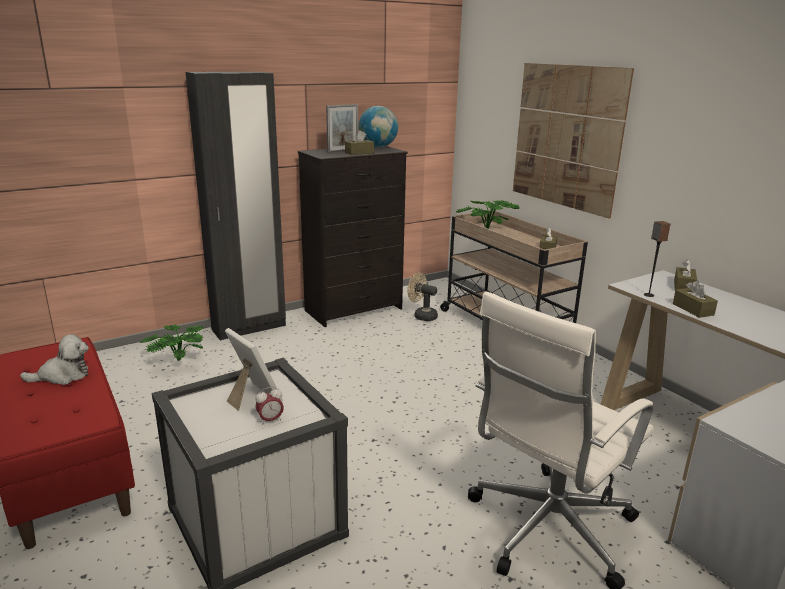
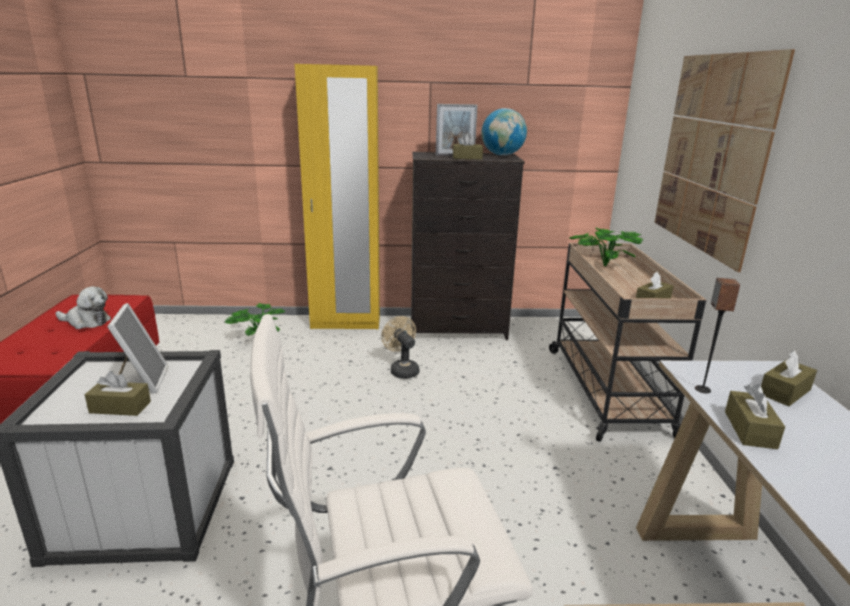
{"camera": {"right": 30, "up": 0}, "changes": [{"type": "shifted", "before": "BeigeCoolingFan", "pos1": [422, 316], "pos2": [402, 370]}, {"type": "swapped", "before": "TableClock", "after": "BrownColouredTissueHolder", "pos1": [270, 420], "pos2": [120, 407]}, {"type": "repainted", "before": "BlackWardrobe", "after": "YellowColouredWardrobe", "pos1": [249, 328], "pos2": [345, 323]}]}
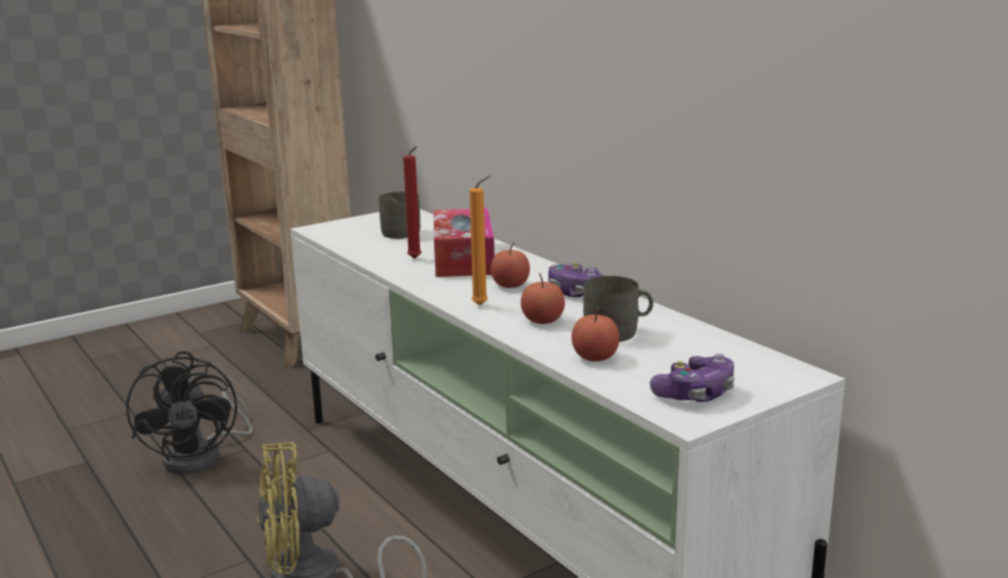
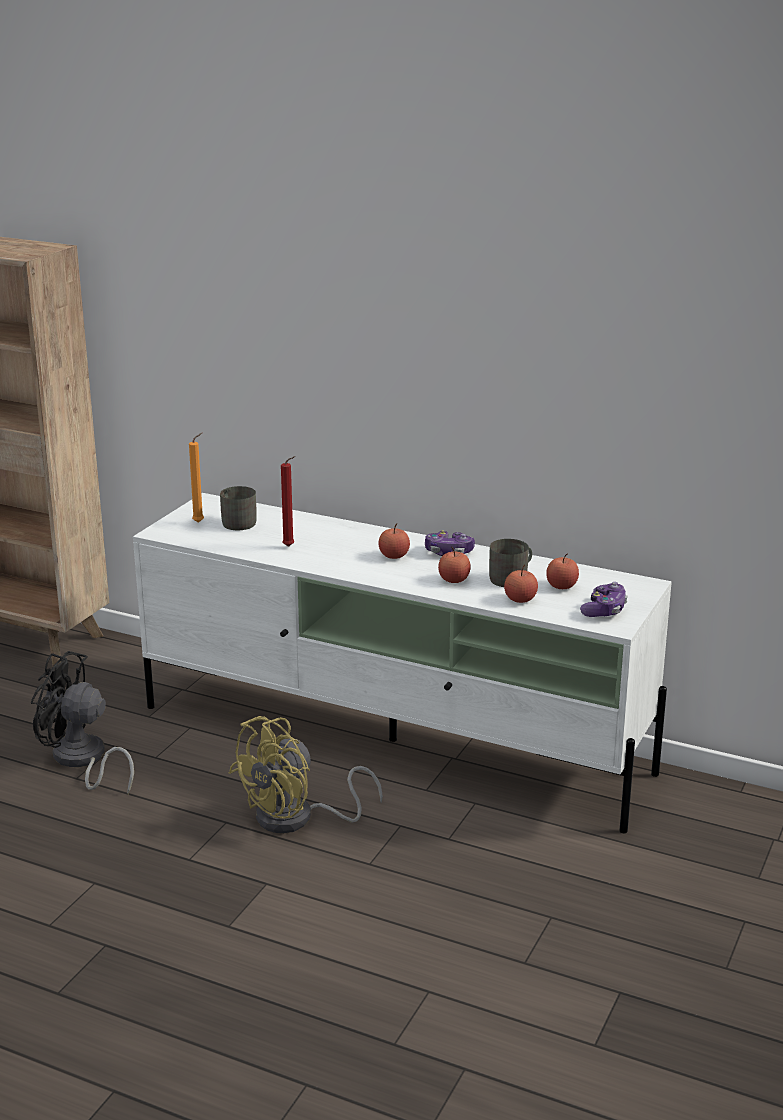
{"camera": {"right": -30, "up": 5}, "changes": [{"type": "gone", "before": "TissueHolder", "pos1": [463, 258]}, {"type": "new", "after": "AppleFruit", "pos2": [561, 586]}, {"type": "shifted", "before": "OrangeColouredWaxLight", "pos1": [482, 305], "pos2": [200, 522]}, {"type": "rotated", "before": "BlackCoolingFan", "pos1": [203, 456], "pos2": [81, 761], "turn": 150}]}
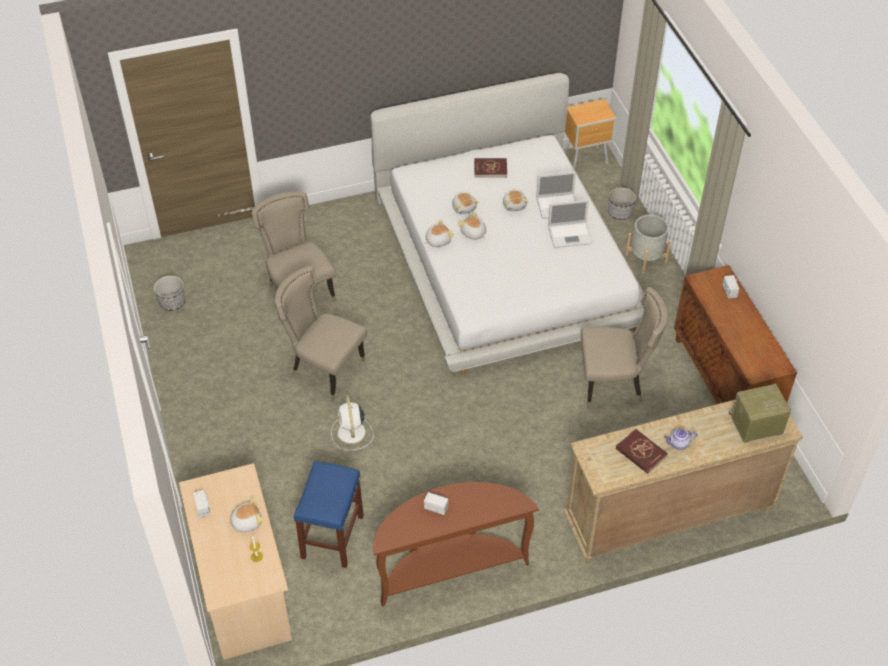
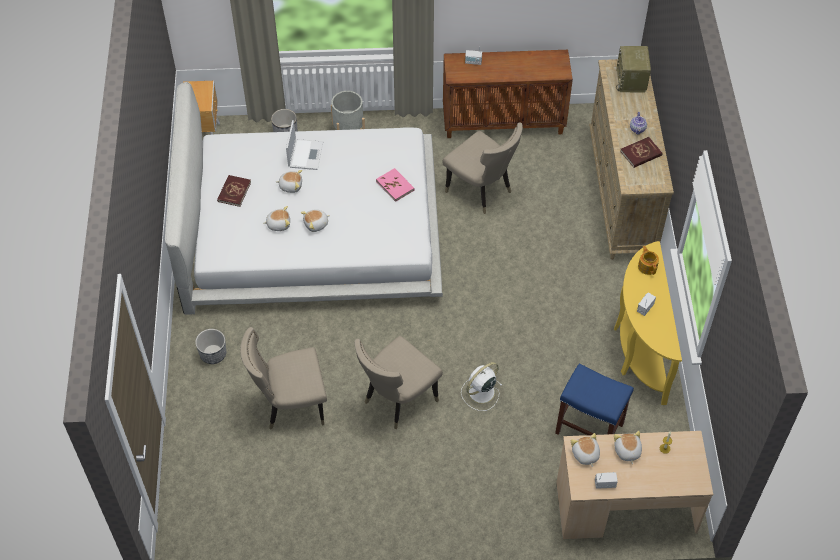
{"camera": {"right": -75, "up": 5}, "changes": [{"type": "gone", "before": "Laptop", "pos1": [571, 234]}, {"type": "new", "after": "PinkColouredVolume", "pos2": [395, 186]}, {"type": "new", "after": "PotForTea", "pos2": [647, 266]}, {"type": "shifted", "before": "PlantPot", "pos1": [172, 303], "pos2": [213, 354]}, {"type": "shifted", "before": "SoftToy", "pos1": [437, 240], "pos2": [585, 454]}, {"type": "repainted", "before": "BrownColouredConsoleTable", "after": "YellowColouredConsoleTable", "pos1": [449, 567], "pos2": [638, 349]}, {"type": "rotated", "before": "WhiteColouredCoolingFan", "pos1": [351, 433], "pos2": [480, 393], "turn": 135}, {"type": "rotated", "before": "BeigePlainChair", "pos1": [614, 384], "pos2": [481, 191], "turn": 120}]}
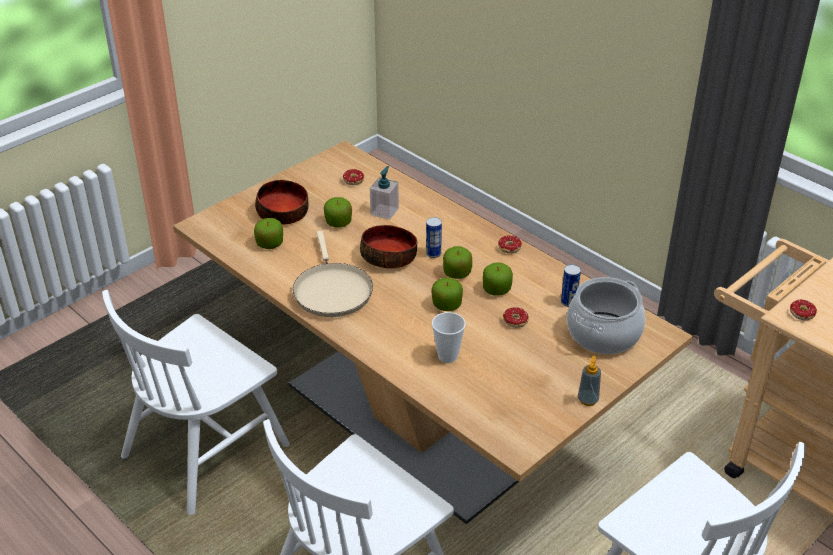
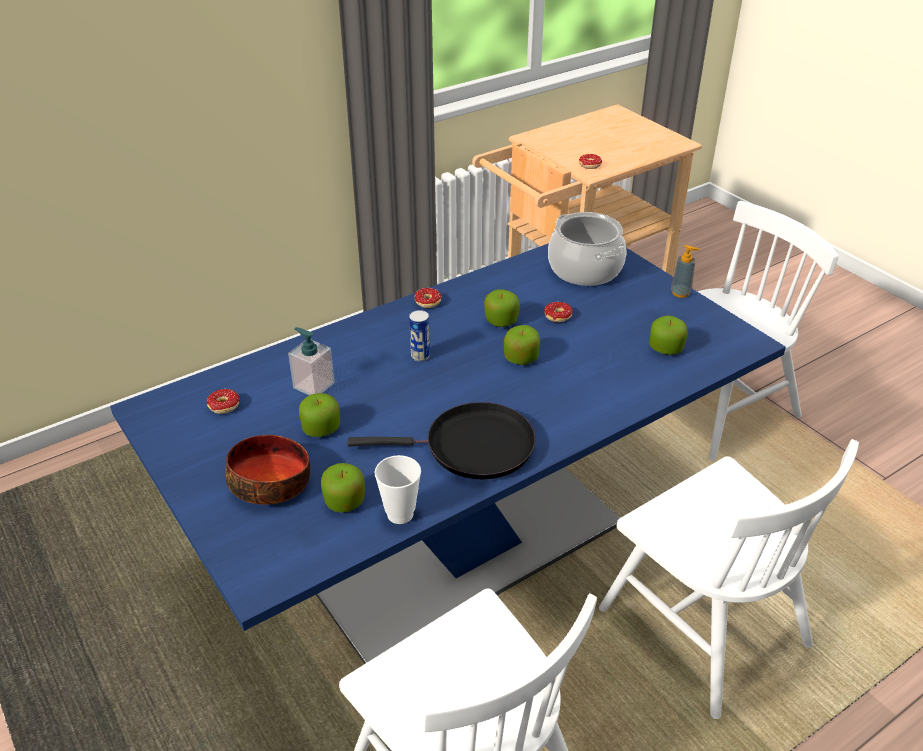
{"camera": {"right": -80, "up": 0}, "changes": [{"type": "gone", "before": "Bowl", "pos1": [389, 257]}, {"type": "gone", "before": "MetalCan", "pos1": [568, 302]}, {"type": "shifted", "before": "DrinkingCup", "pos1": [447, 356], "pos2": [400, 514]}, {"type": "shifted", "before": "AppleFruit", "pos1": [457, 273], "pos2": [666, 348]}, {"type": "repainted", "before": "BeigeDiningTable", "after": "BlueColouredDiningTable", "pos1": [416, 420], "pos2": [461, 545]}, {"type": "repainted", "before": "BeigeSkillet", "after": "BlackSkillet", "pos1": [331, 290], "pos2": [472, 447]}]}
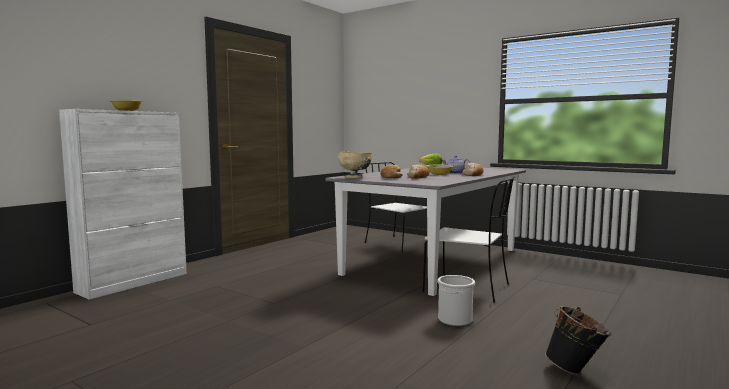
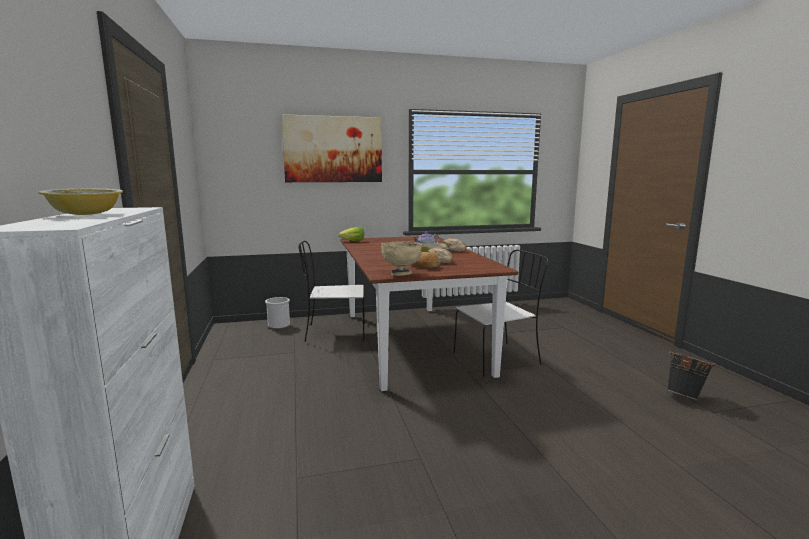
{"camera": {"right": -50, "up": 5}, "changes": [{"type": "new", "after": "WallArt", "pos2": [333, 149]}, {"type": "shifted", "before": "Pail", "pos1": [455, 320], "pos2": [278, 325]}, {"type": "repainted", "before": "GreyDiningTable", "after": "BrownColouredDiningTable", "pos1": [434, 261], "pos2": [412, 341]}]}
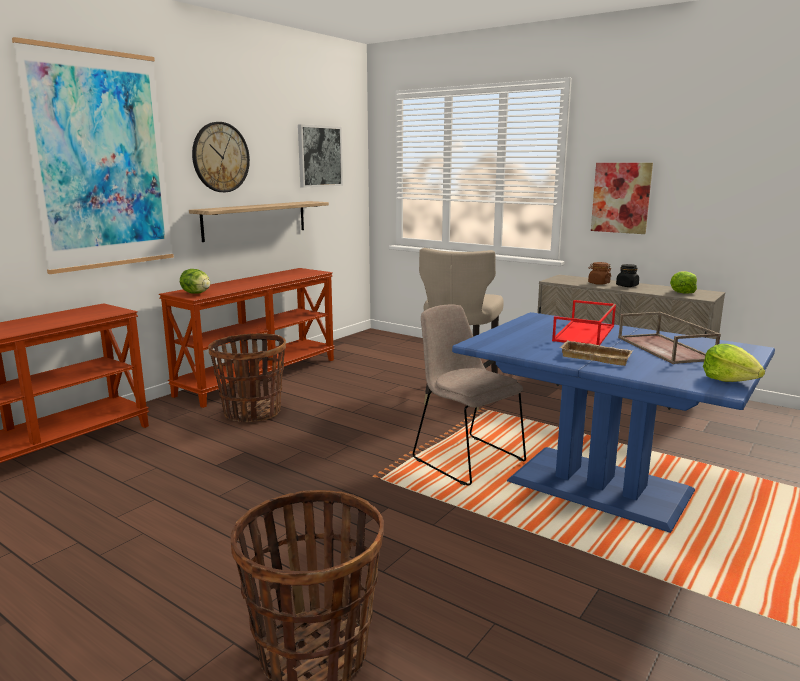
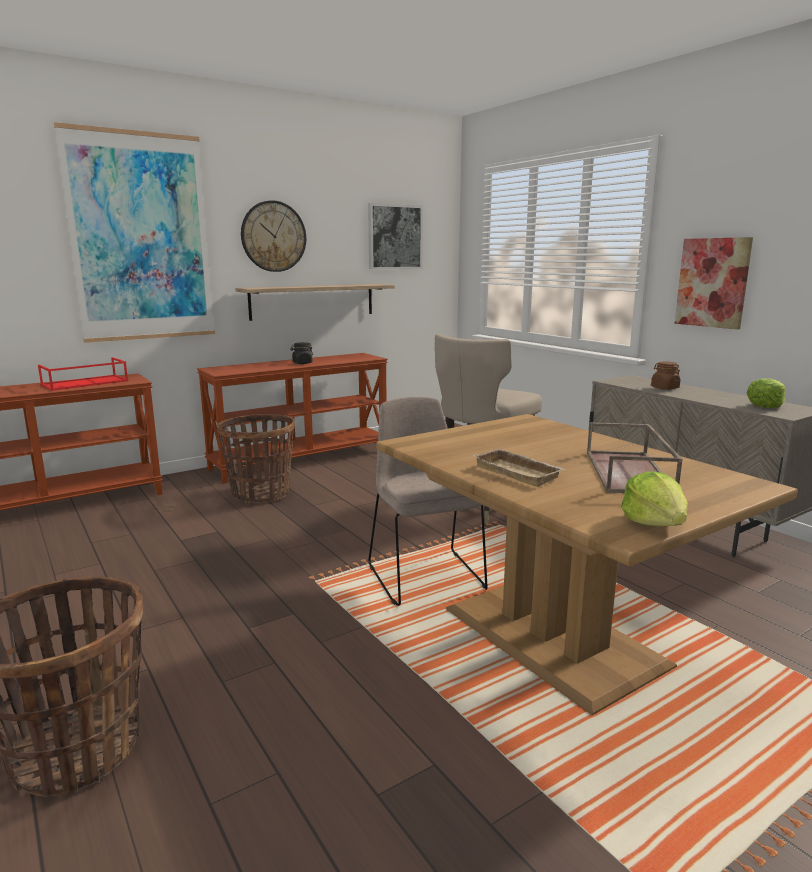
{"camera": {"right": 20, "up": 0}, "changes": [{"type": "gone", "before": "Lettuce", "pos1": [196, 293]}, {"type": "shifted", "before": "ReddishServingTray", "pos1": [585, 333], "pos2": [84, 383]}, {"type": "shifted", "before": "BlackJar", "pos1": [627, 286], "pos2": [302, 363]}, {"type": "repainted", "before": "BlueColouredDiningTable", "after": "BrownColouredDiningTable", "pos1": [599, 487], "pos2": [551, 637]}]}
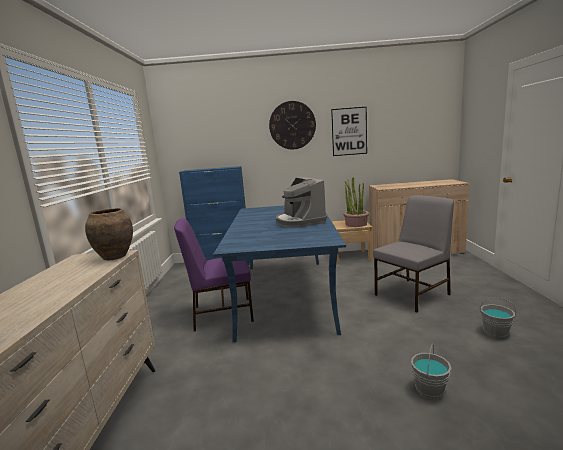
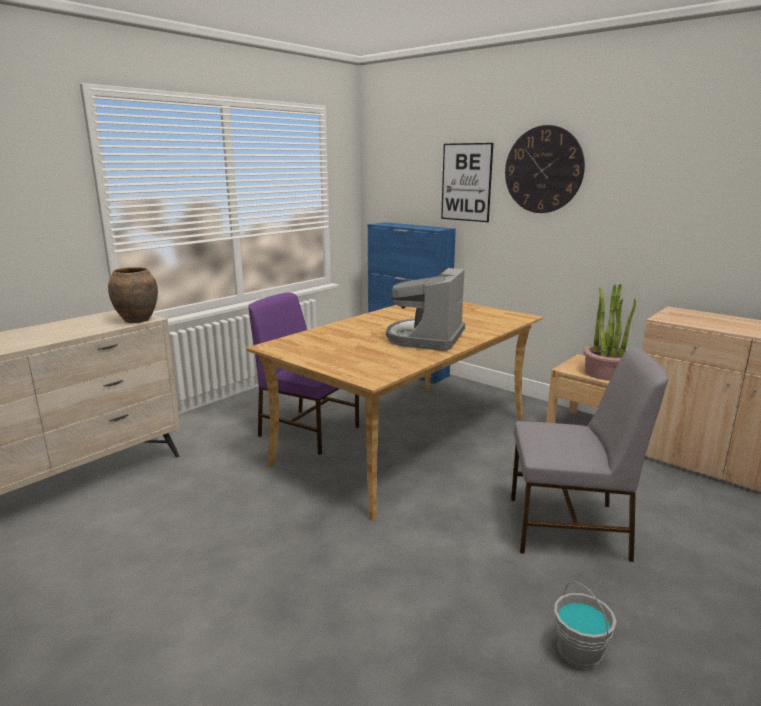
{"camera": {"right": 40, "up": 5}, "changes": [{"type": "gone", "before": "GreyPail", "pos1": [430, 390]}, {"type": "shifted", "before": "WallArt", "pos1": [349, 131], "pos2": [466, 182]}, {"type": "repainted", "before": "BlueColouredDiningTable", "after": "BeigeDiningTable", "pos1": [286, 294], "pos2": [406, 441]}]}
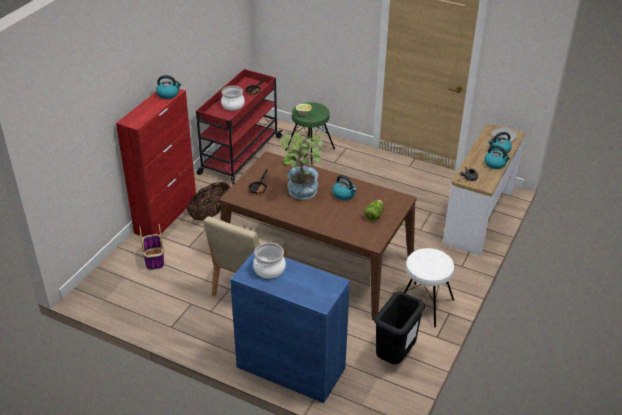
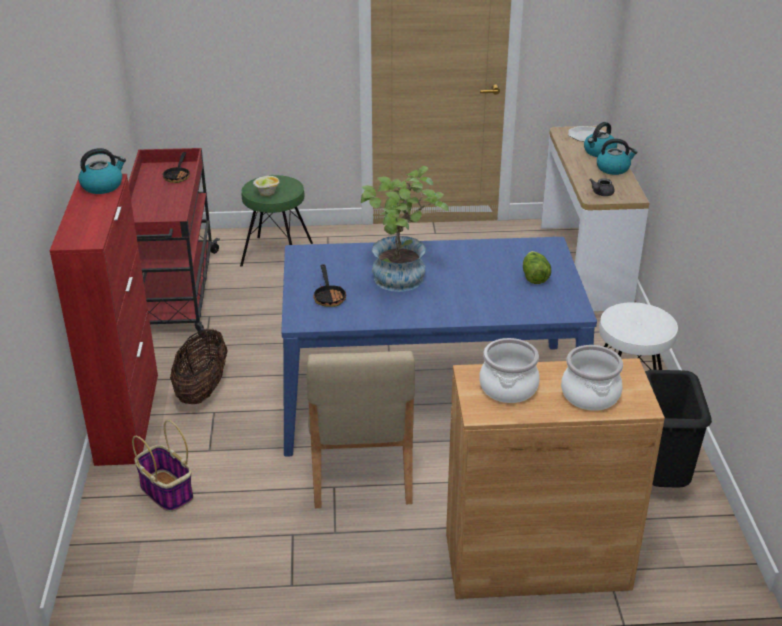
{"camera": {"right": -30, "up": -5}, "changes": [{"type": "gone", "before": "Kettle", "pos1": [344, 194]}, {"type": "shifted", "before": "Saucepot", "pos1": [232, 105], "pos2": [589, 395]}, {"type": "repainted", "before": "BrownColouredDiningTable", "after": "BlueColouredDiningTable", "pos1": [317, 261], "pos2": [429, 396]}, {"type": "repainted", "before": "BlueColouredCupboard", "after": "BrownColouredCupboard", "pos1": [291, 367], "pos2": [536, 561]}]}
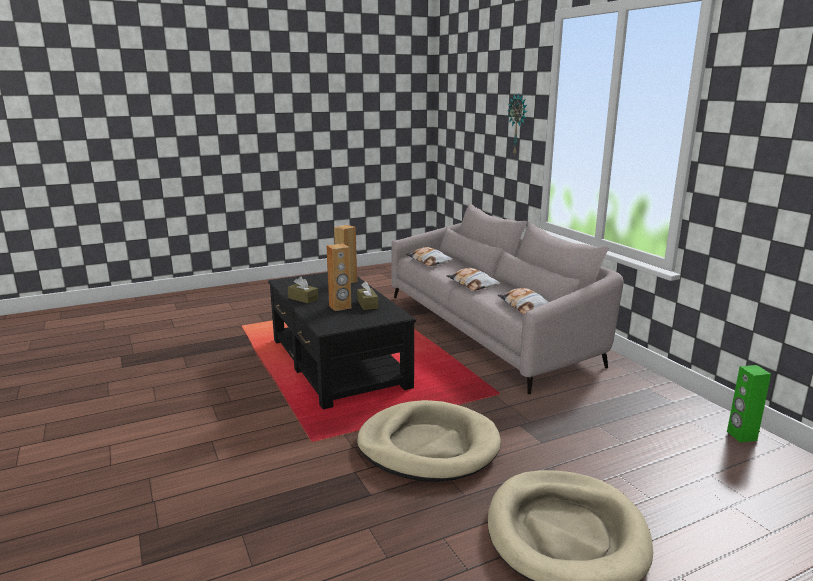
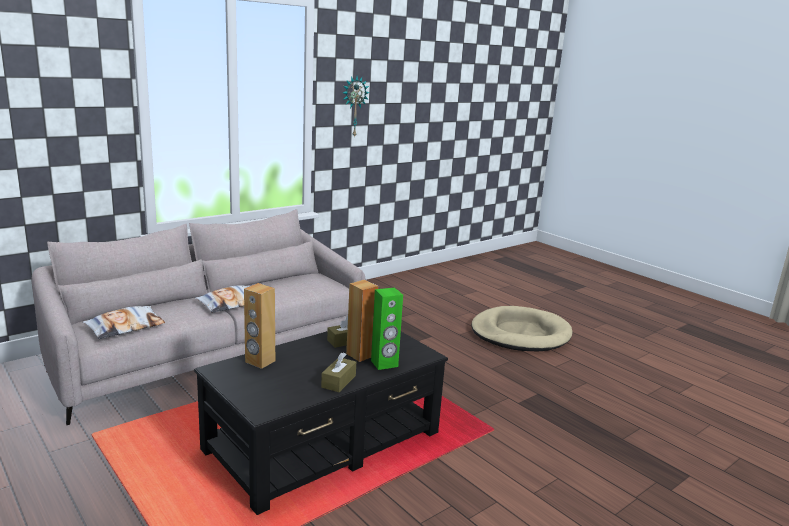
{"camera": {"right": -105, "up": 0}, "changes": [{"type": "gone", "before": "BeigeDogCushion", "pos1": [428, 446]}, {"type": "gone", "before": "Cushion", "pos1": [526, 306]}, {"type": "shifted", "before": "HangingClock", "pos1": [518, 125], "pos2": [354, 106]}, {"type": "shifted", "before": "GreenAudioSpeaker", "pos1": [741, 436], "pos2": [384, 364]}]}
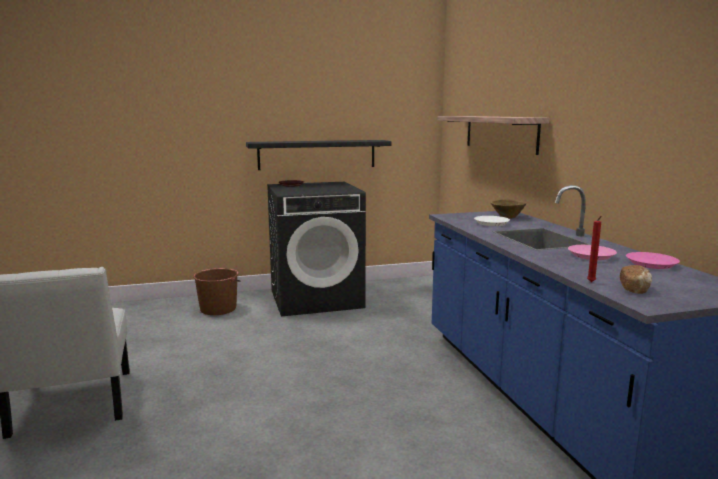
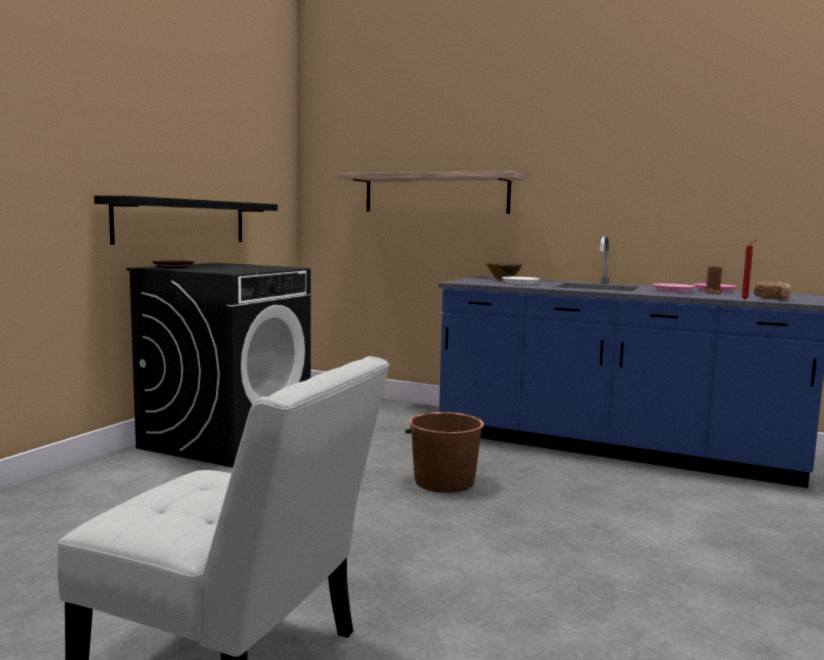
{"camera": {"right": -50, "up": -5}, "changes": [{"type": "new", "after": "BrownColouredWaxLight", "pos2": [713, 293]}, {"type": "shifted", "before": "BrownColouredPail", "pos1": [218, 309], "pos2": [443, 481]}]}
